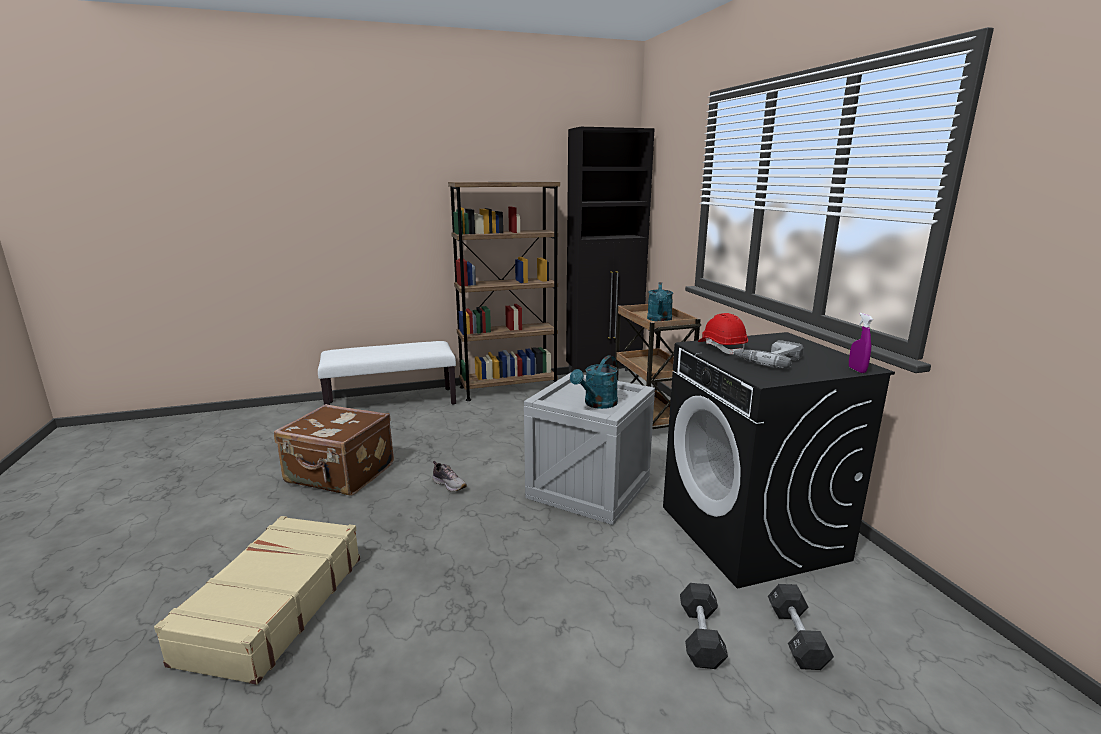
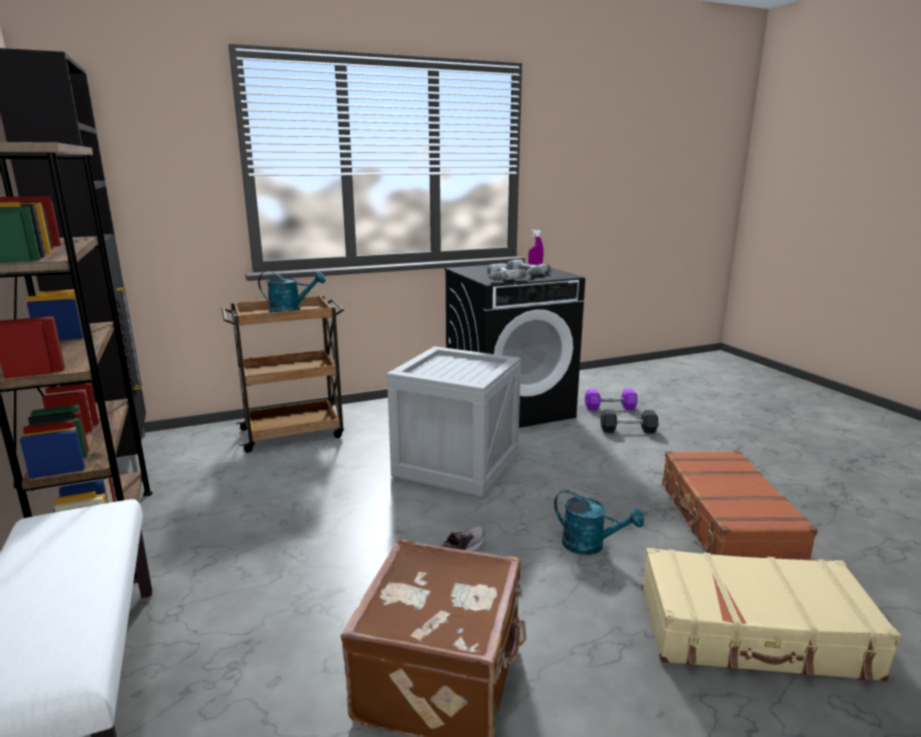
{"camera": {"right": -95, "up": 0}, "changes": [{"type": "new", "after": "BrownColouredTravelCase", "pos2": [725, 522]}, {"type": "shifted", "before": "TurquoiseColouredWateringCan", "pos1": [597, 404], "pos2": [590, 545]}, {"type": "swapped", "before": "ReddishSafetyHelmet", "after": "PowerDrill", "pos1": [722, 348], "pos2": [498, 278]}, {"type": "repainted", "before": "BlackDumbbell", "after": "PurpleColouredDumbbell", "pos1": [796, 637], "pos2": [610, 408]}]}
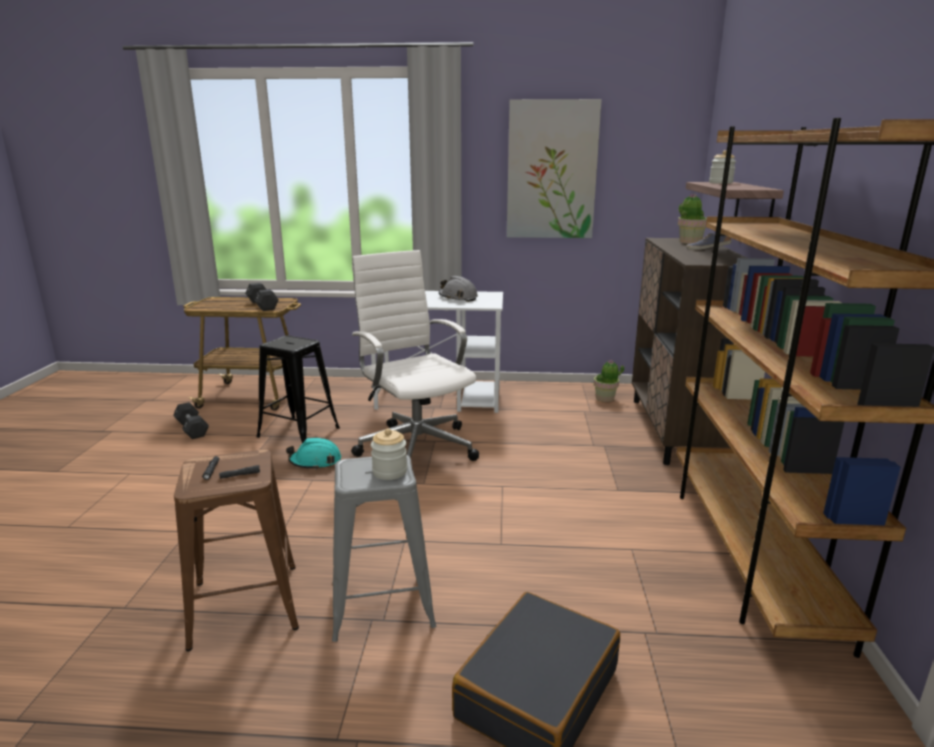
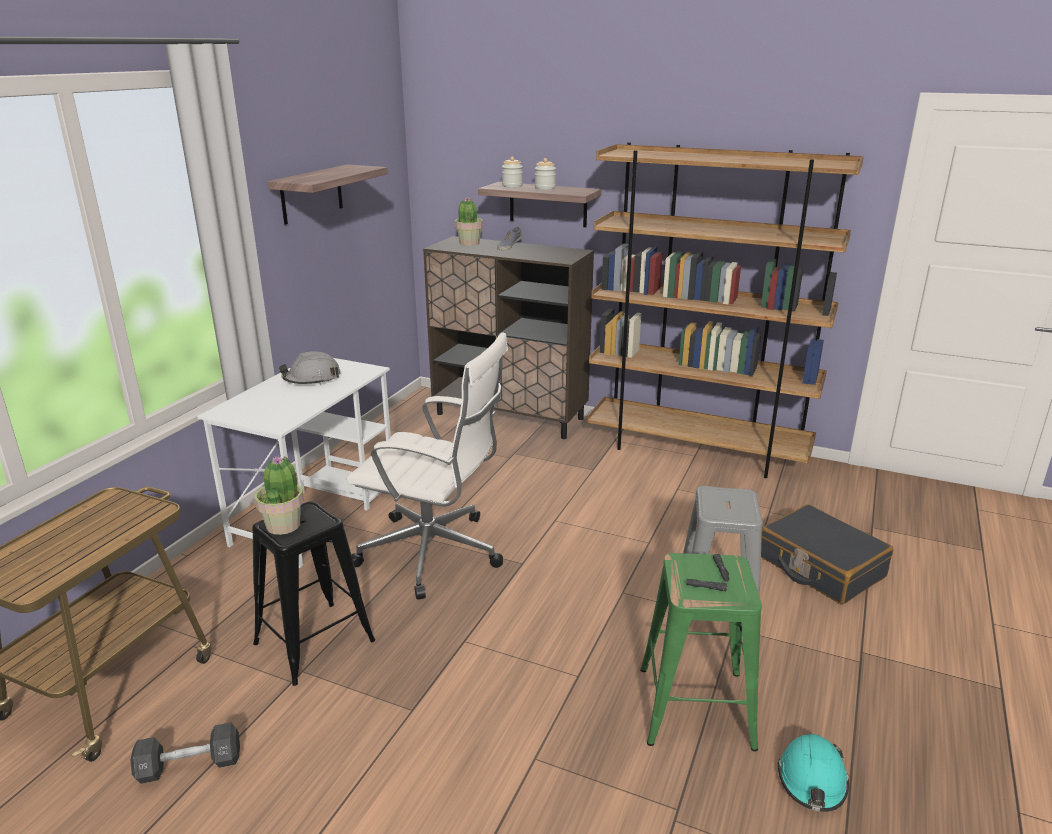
{"camera": {"right": -70, "up": 5}, "changes": [{"type": "gone", "before": "BlackDumbbell", "pos1": [262, 305]}, {"type": "shifted", "before": "TurquoiseColouredSafetyHelmet", "pos1": [315, 462], "pos2": [812, 781]}, {"type": "shifted", "before": "Jar", "pos1": [389, 472], "pos2": [545, 188]}, {"type": "shifted", "before": "PlantInAPot", "pos1": [605, 398], "pos2": [284, 525]}, {"type": "swapped", "before": "WallArt", "after": "BracketShelf", "pos1": [551, 170], "pos2": [311, 194]}, {"type": "repainted", "before": "BrownColouredStool", "after": "GreenStool", "pos1": [245, 605], "pos2": [697, 707]}, {"type": "rotated", "before": "WhiteColouredComputerChair", "pos1": [416, 446], "pos2": [434, 553], "turn": -150}]}
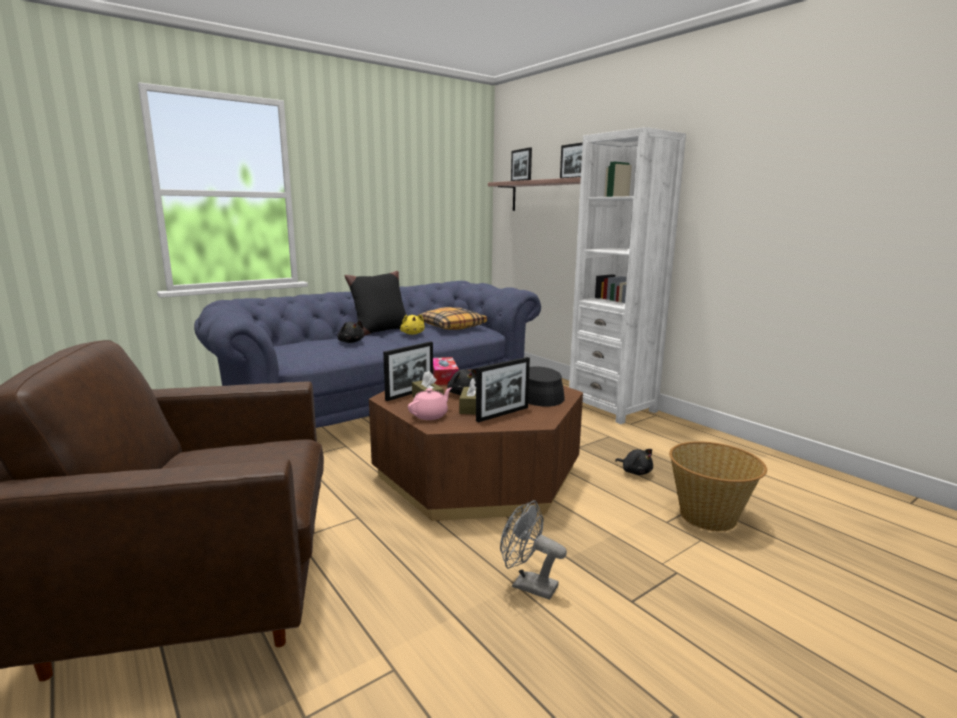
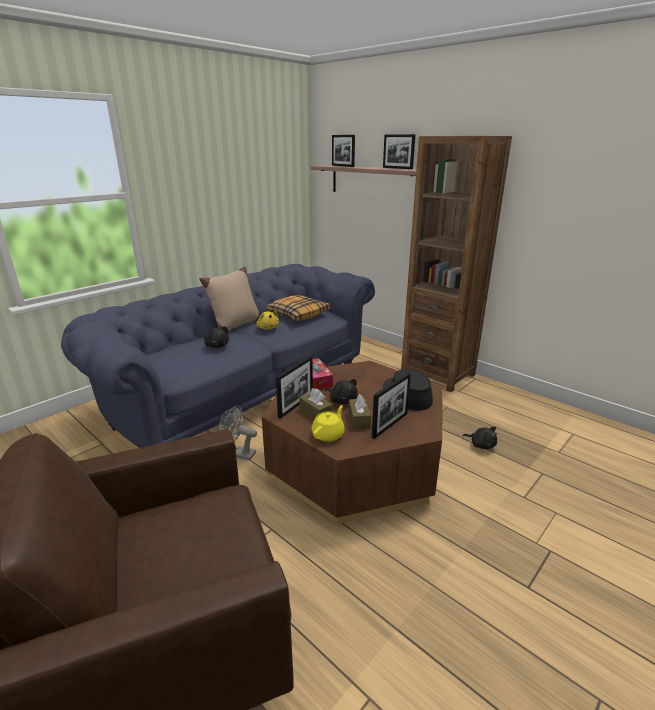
{"camera": {"right": -10, "up": 10}, "changes": [{"type": "gone", "before": "HouseholdBasket", "pos1": [709, 516]}, {"type": "shifted", "before": "GreyCoolingFan", "pos1": [527, 585], "pos2": [238, 454]}, {"type": "repainted", "before": "BlackCushion", "after": "BeigeCushion", "pos1": [380, 331], "pos2": [235, 326]}, {"type": "repainted", "before": "PinkColouredPotForTea", "after": "YellowColouredPotForTea", "pos1": [430, 415], "pos2": [328, 434]}, {"type": "repainted", "before": "WhiteColouredBookcase", "after": "BrownColouredBookcase", "pos1": [612, 407], "pos2": [438, 374]}]}
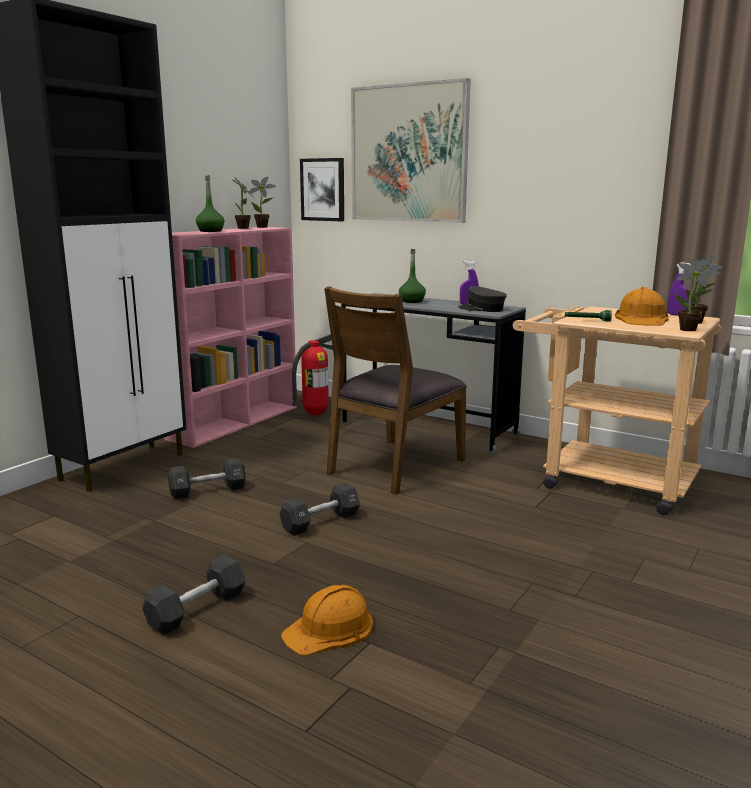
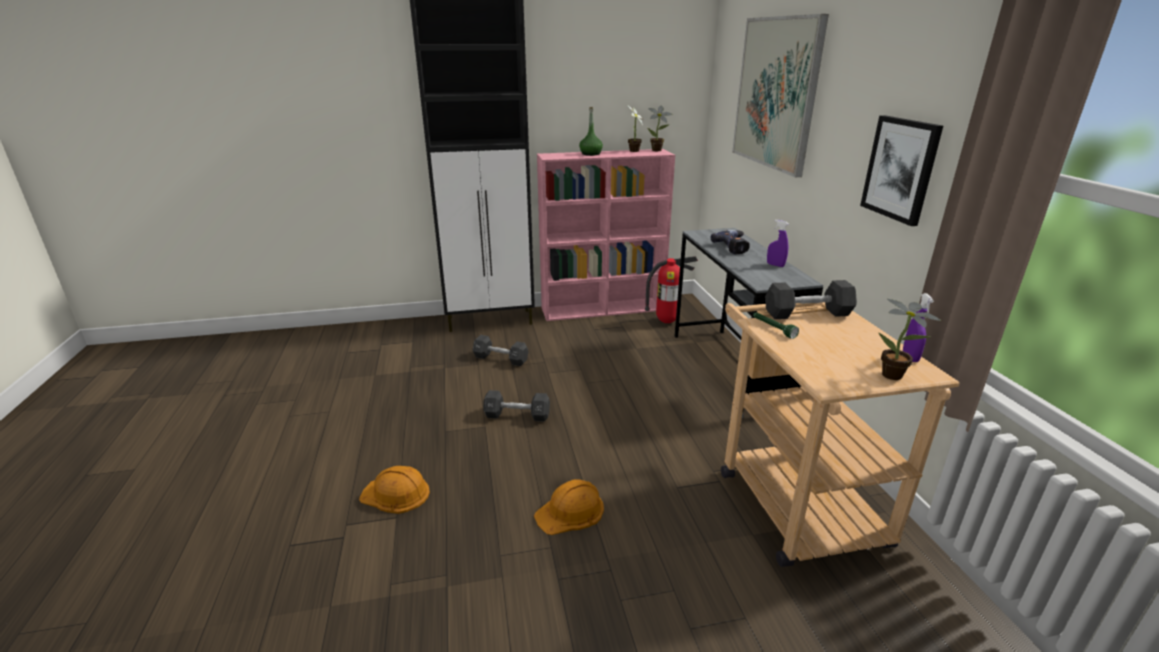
{"camera": {"right": 45, "up": 10}, "changes": [{"type": "gone", "before": "BrownColouredPlainChair", "pos1": [394, 466]}, {"type": "gone", "before": "GreyPeakedCap", "pos1": [481, 309]}, {"type": "gone", "before": "PlantInAPot", "pos1": [690, 330]}, {"type": "shifted", "before": "BlackDumbbell", "pos1": [196, 609], "pos2": [807, 313]}, {"type": "shifted", "before": "WallArt", "pos1": [323, 189], "pos2": [900, 169]}, {"type": "shifted", "before": "OrangeColouredSafetyHelmet", "pos1": [642, 319], "pos2": [571, 512]}, {"type": "swapped", "before": "GreenDrinkBottle", "after": "PowerDrill", "pos1": [412, 301], "pos2": [735, 247]}]}
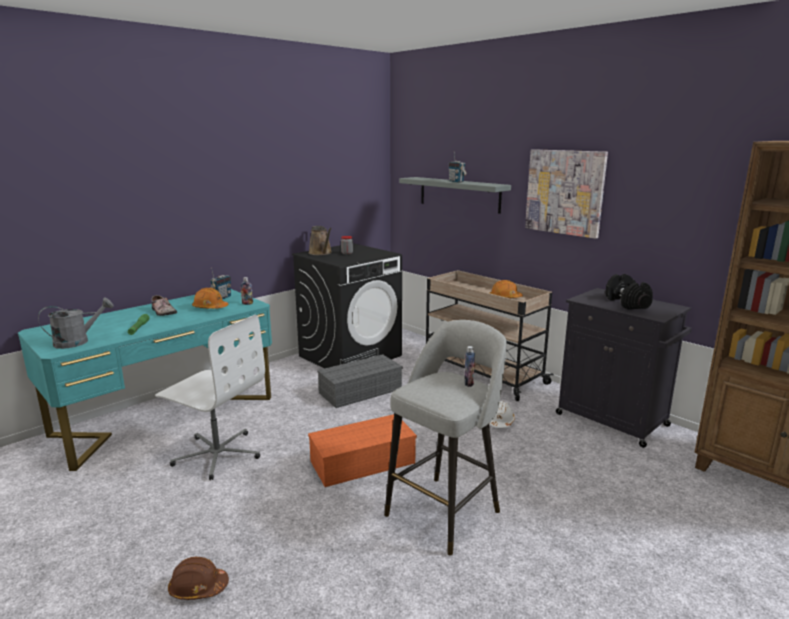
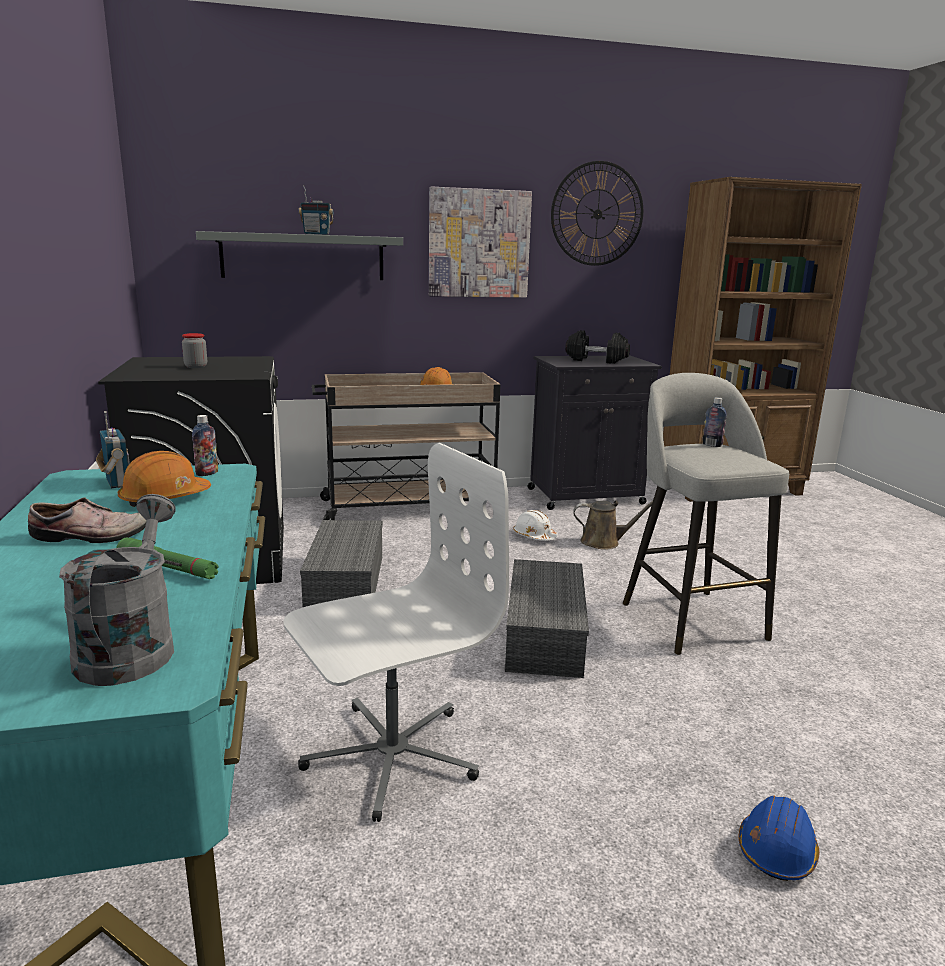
{"camera": {"right": -60, "up": 0}, "changes": [{"type": "new", "after": "HangingClock", "pos2": [597, 214]}, {"type": "shifted", "before": "BrownColouredWateringCan", "pos1": [321, 253], "pos2": [604, 542]}, {"type": "repainted", "before": "BrownColouredSafetyHelmet", "after": "BlueColouredSafetyHelmet", "pos1": [198, 588], "pos2": [777, 850]}, {"type": "repainted", "before": "OrangeColouredStorageBin", "after": "GreyStorageBin", "pos1": [363, 461], "pos2": [543, 634]}]}
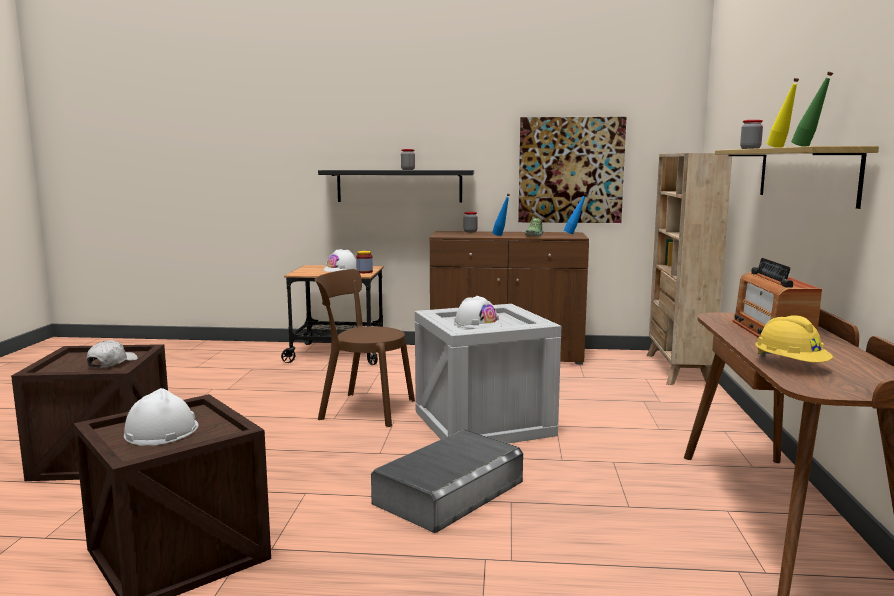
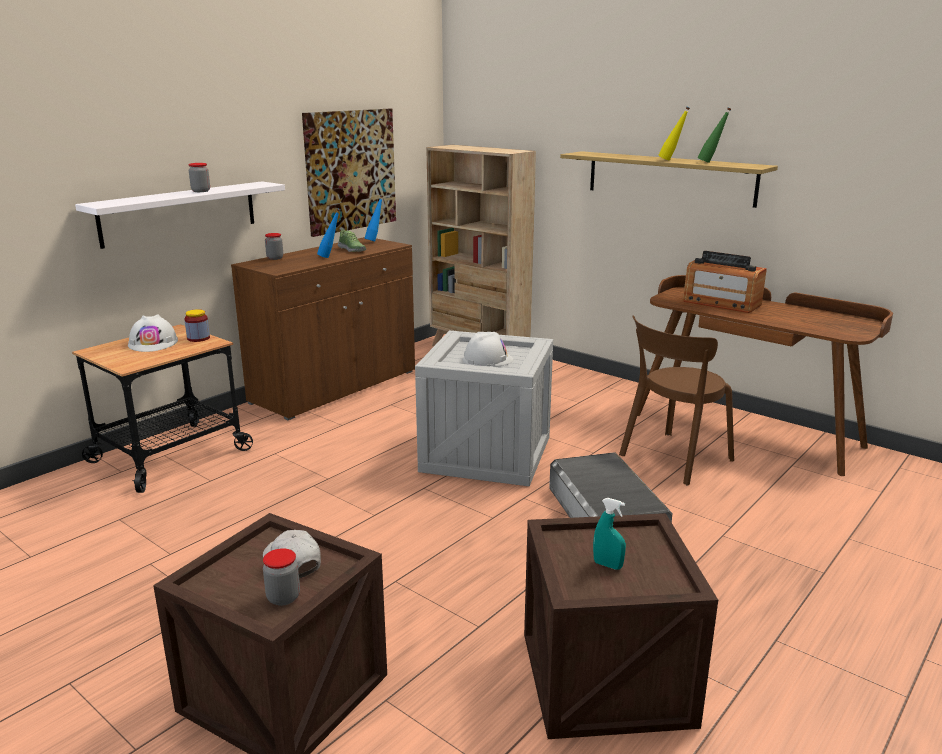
{"camera": {"right": -55, "up": 10}, "changes": [{"type": "gone", "before": "YellowColouredSafetyHelmet", "pos1": [790, 365]}, {"type": "shifted", "before": "BrownColouredPlainChair", "pos1": [363, 409], "pos2": [672, 459]}, {"type": "shifted", "before": "Jar", "pos1": [750, 149], "pos2": [283, 597]}, {"type": "swapped", "before": "WhiteColouredSafetyHelmet", "after": "TurquoiseColouredHandSprayer", "pos1": [161, 431], "pos2": [607, 565]}, {"type": "repainted", "before": "BlackBracketShelf", "after": "WhiteColouredBracketShelf", "pos1": [399, 186], "pos2": [180, 213]}]}
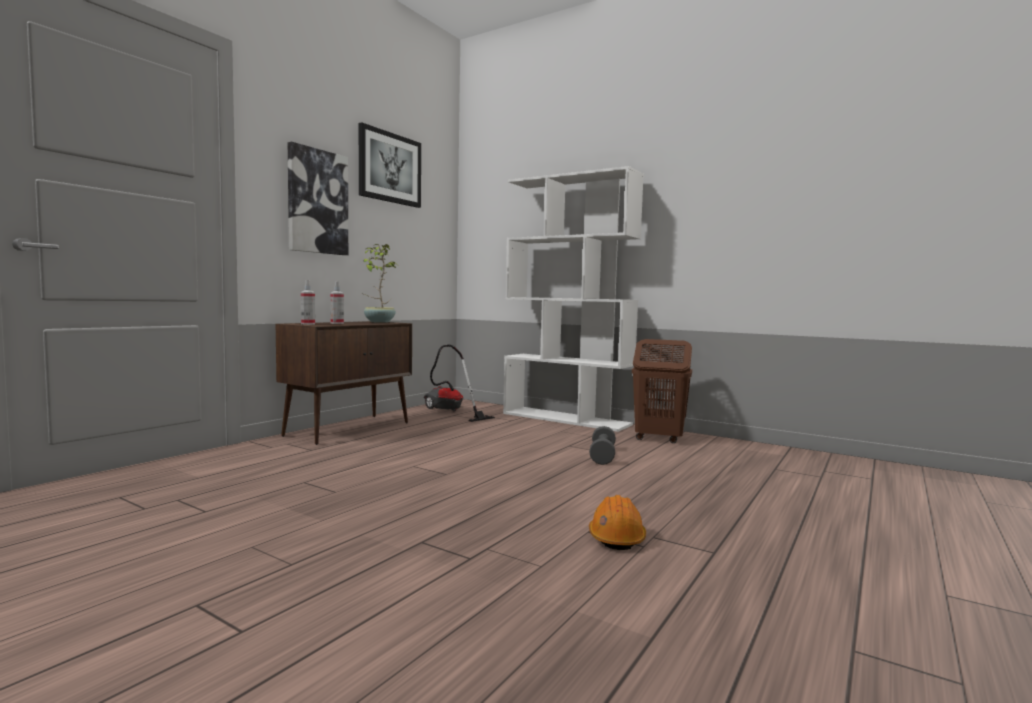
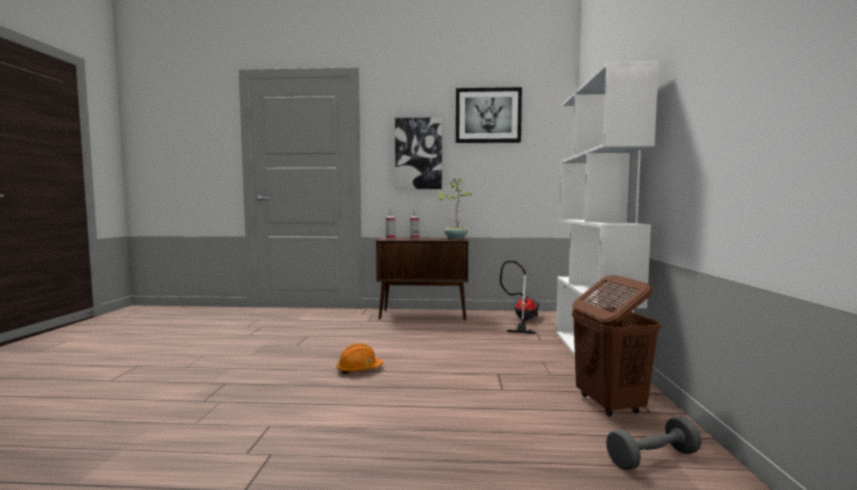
{"camera": {"right": 60, "up": 0}, "changes": [{"type": "shifted", "before": "GreyDumbbell", "pos1": [602, 456], "pos2": [652, 458]}, {"type": "shifted", "before": "OrangeColouredSafetyHelmet", "pos1": [616, 537], "pos2": [359, 369]}]}
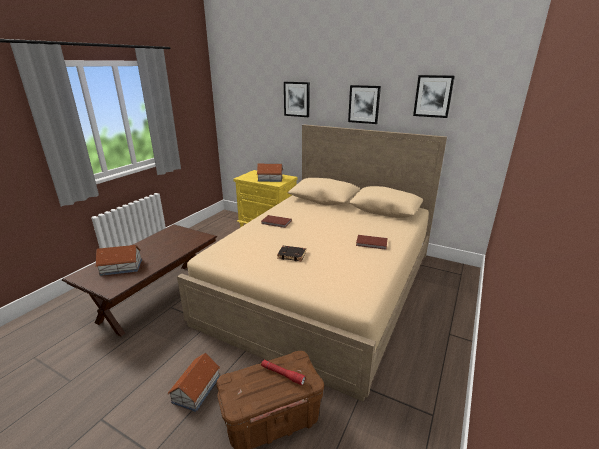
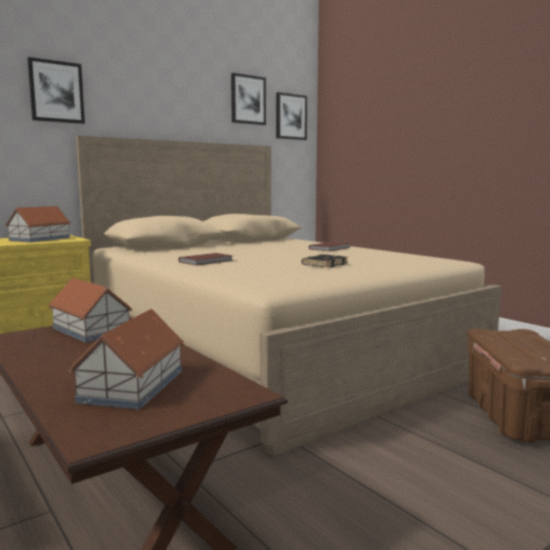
{"camera": {"right": -65, "up": -15}, "changes": [{"type": "gone", "before": "ReddishTorch", "pos1": [282, 374]}, {"type": "shifted", "before": "MiniatureHouse", "pos1": [195, 389], "pos2": [91, 330]}, {"type": "shifted", "before": "WallArt", "pos1": [364, 104], "pos2": [291, 117]}]}
